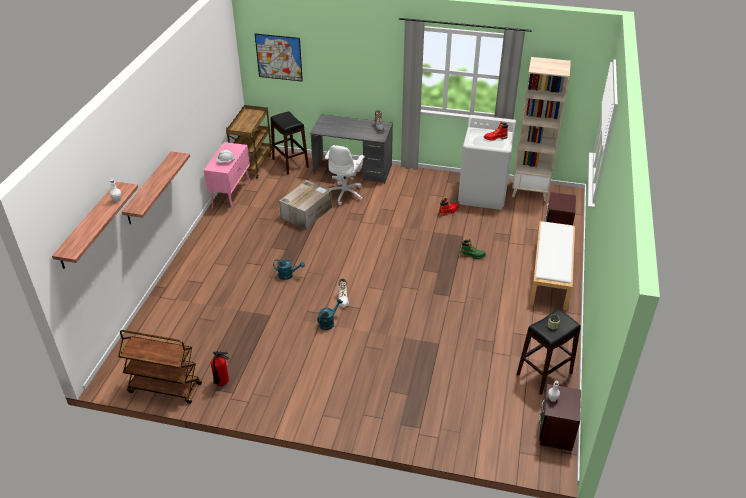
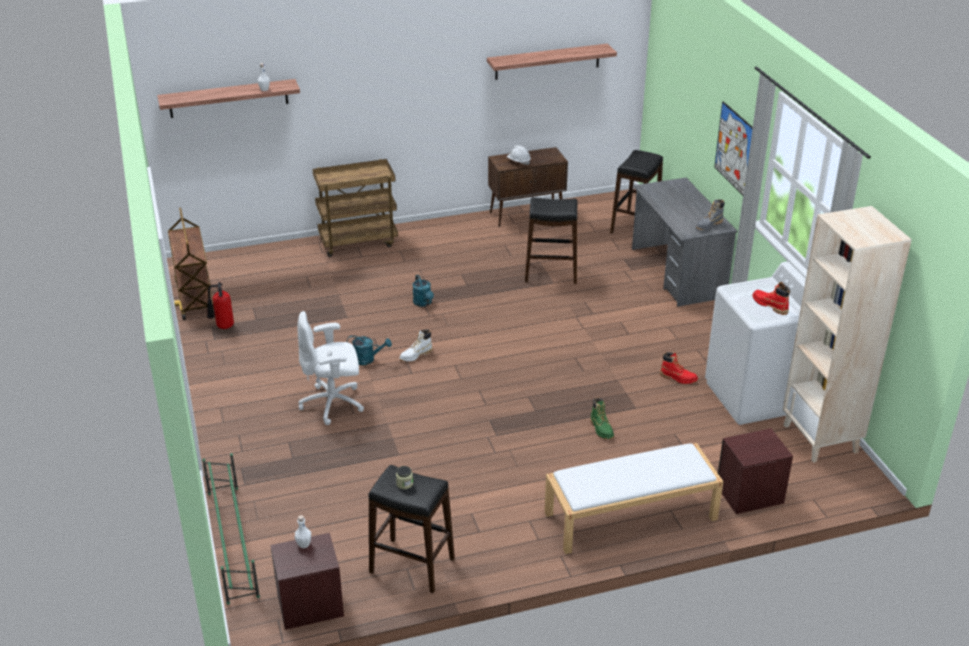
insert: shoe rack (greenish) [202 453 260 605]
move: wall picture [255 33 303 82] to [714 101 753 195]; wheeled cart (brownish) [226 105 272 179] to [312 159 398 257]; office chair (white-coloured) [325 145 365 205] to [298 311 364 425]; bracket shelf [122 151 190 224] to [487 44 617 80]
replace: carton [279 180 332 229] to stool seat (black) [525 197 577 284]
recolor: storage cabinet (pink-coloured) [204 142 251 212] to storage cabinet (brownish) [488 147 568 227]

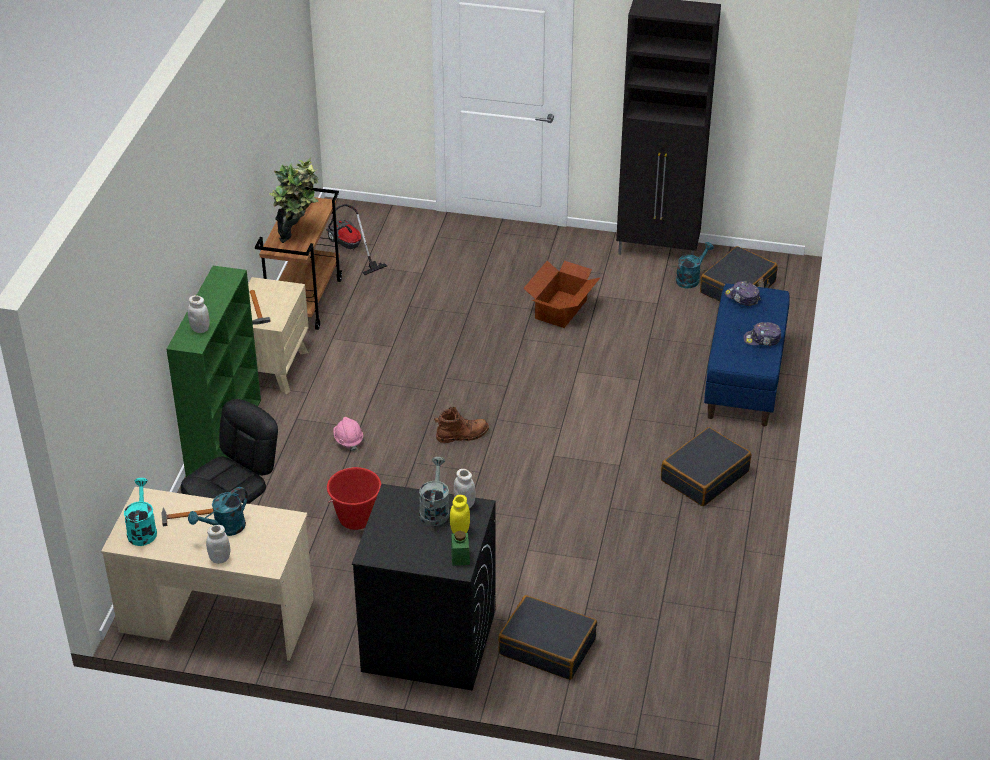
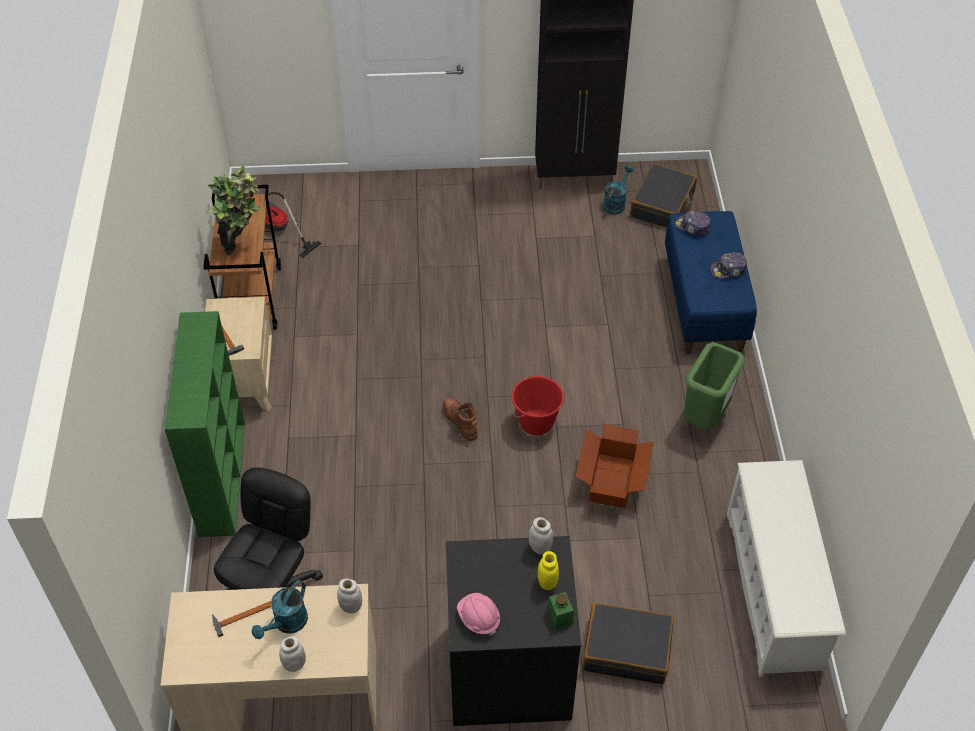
delete: watering can (gray) [419 457 449 526]; watering can (turquoise) [124 478 157 546]
insert: shoe rack (white-coloured) [727 460 846 677]
move: carton [523 261 601 328] to [576 424 654 508]; jar (white-coloured) [188 295 210 333] to [337 579 362 614]; work helmet (pink-coloured) [333 417 363 451] to [457 593 500 636]; pail (red-coloured) [327 467 381 530] to [511 376 564 435]
replace: suitcase (black) [661 427 751 506] to trash can (greenish) [684 342 745 430]
rotate: high-top boot (brownish) [434 407 489 443] = [442 398 478 441] 90 degrees counterclockwise

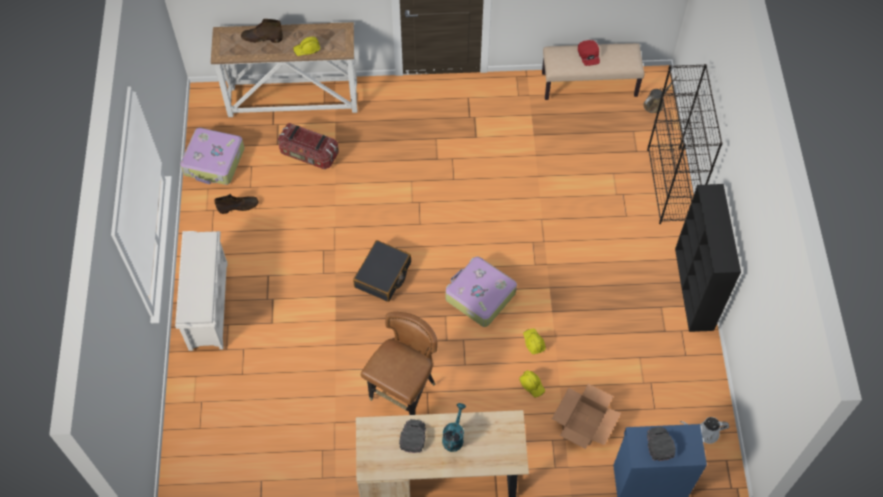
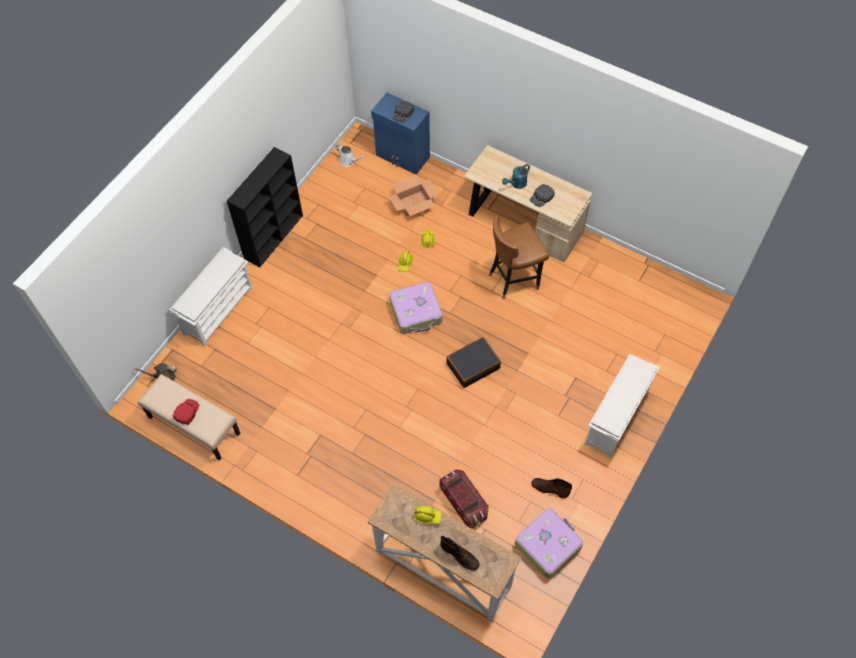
replace: bookcase (black) [647 64 723 224] to shoe rack (white-coloured) [169 247 253 347]

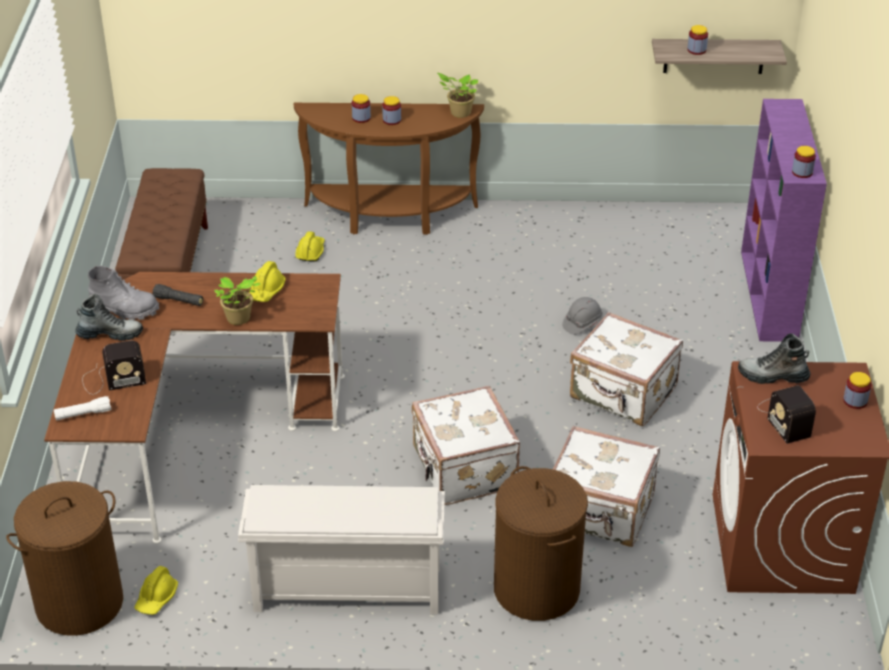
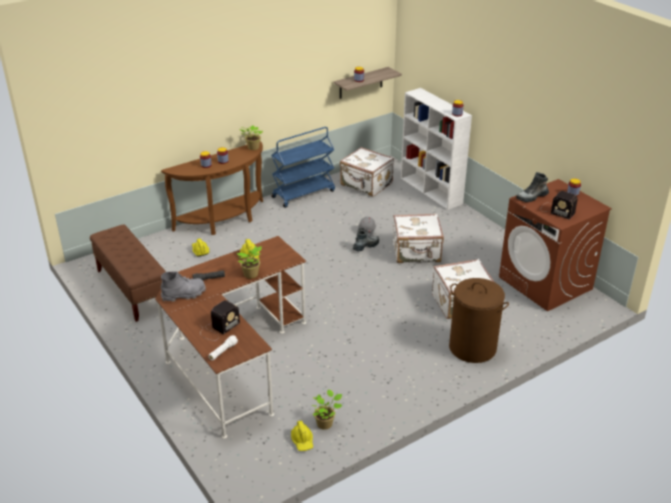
delete: laundry basket (brownish) [6 481 123 636]; shoe rack (white-coloured) [238 485 445 614]
insert: wheeled cart (bluish) [271 127 335 208]; houseplant [312 389 343 430]
move: high-top boot [75 294 143 341] to [353 228 379 252]; suitcase (white-coloured) [412 386 520 505] to [340 147 394 197]
recolor: bookcase (purple-coloured) [741 99 827 342] to bookcase (white-coloured) [401 88 472 210]

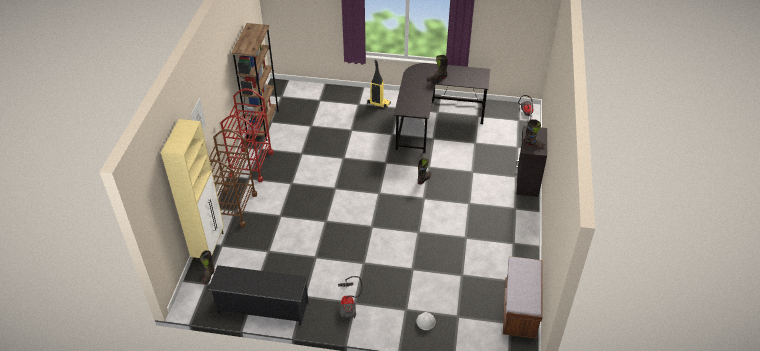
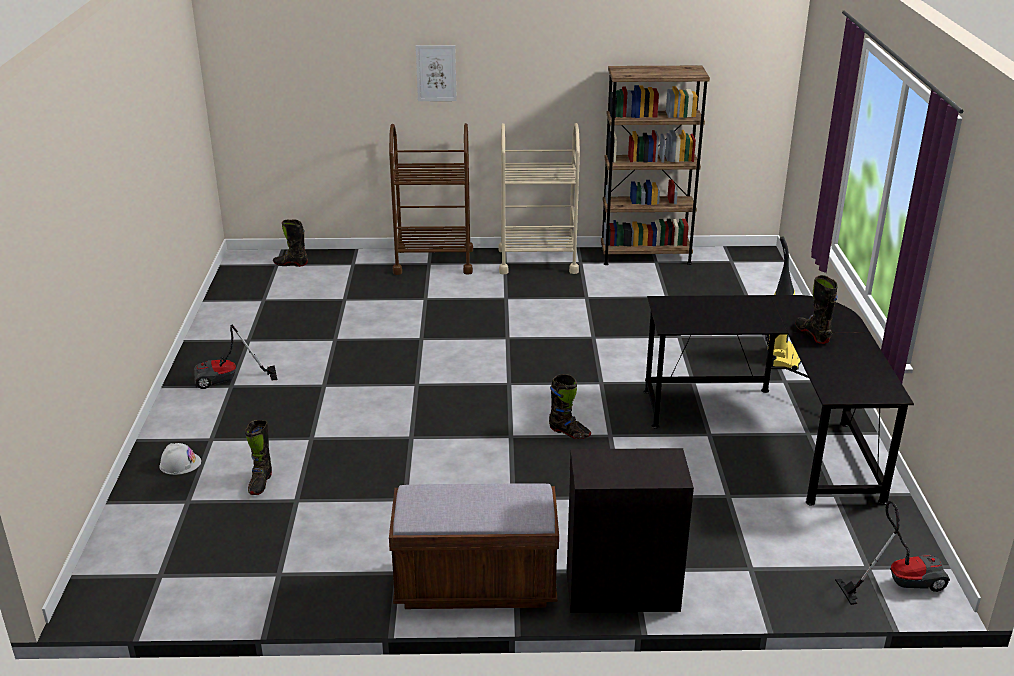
delete: storage cabinet (beige) [161 119 224 263]; shoe rack (black) [208 265 309 325]
move: high-top boot (black) [524 119 545 148] to [245 420 272 495]; indoor bench (brownish) [503 256 543 339] to [389 484 559 609]
recolor: wheeled cart (red-coloured) [221 88 274 182] to wheeled cart (beige) [498 123 580 274]

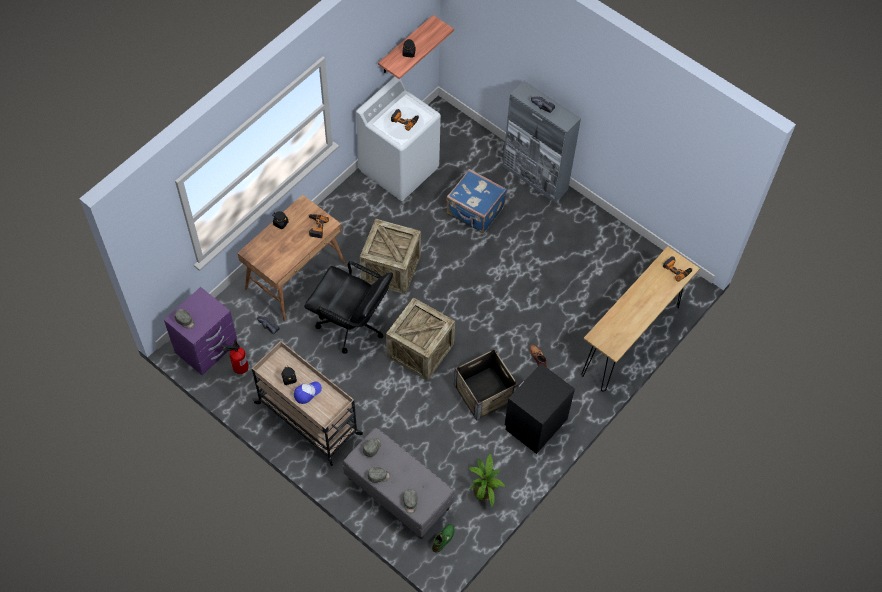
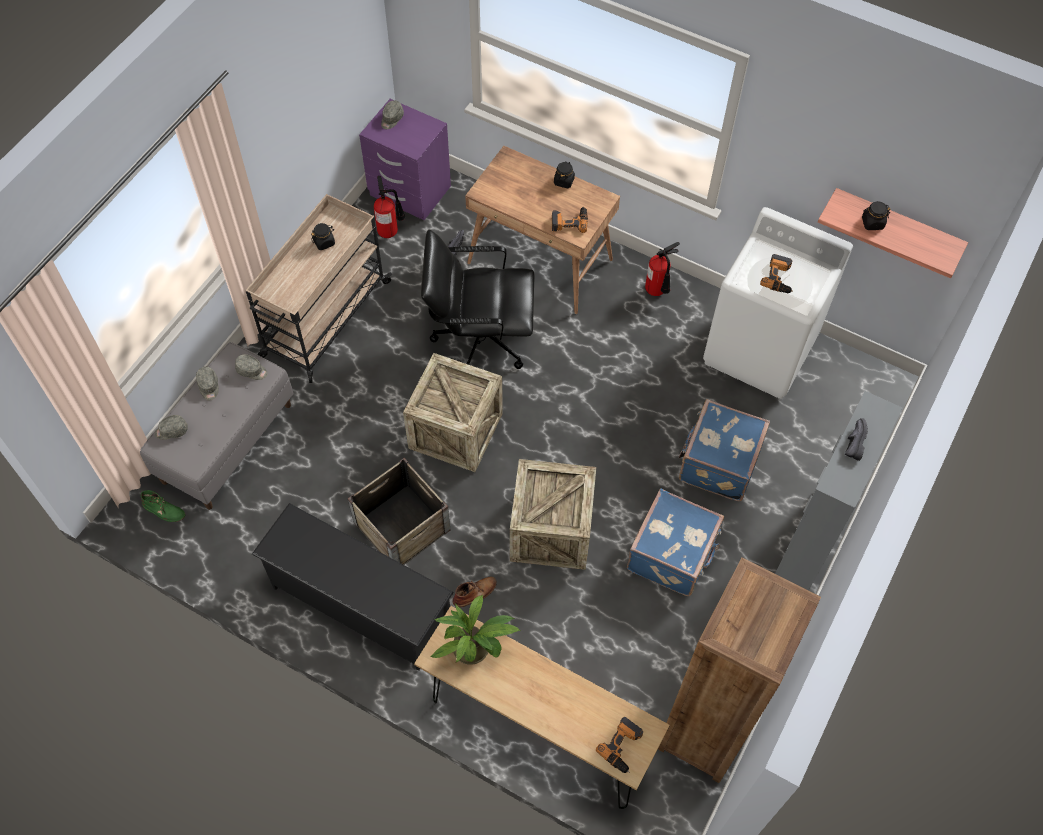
delete: peaked cap [294 381 322 404]
insert: fire-fighting cylinder [645 242 680 296]; suitcase (bluish) [627 488 724 596]; bookcase (brownish) [658 557 821 783]
move: crate [360 218 421 294] to [510 459 597 570]; houseplant [468 454 506 508] to [431 595 521 665]
replace: night table (black) [505 364 575 454] to shoe rack (black) [252 503 454 671]
rotate: office chair (black) [304 261 393 354] = [421 230 535 369] 75 degrees clockwise

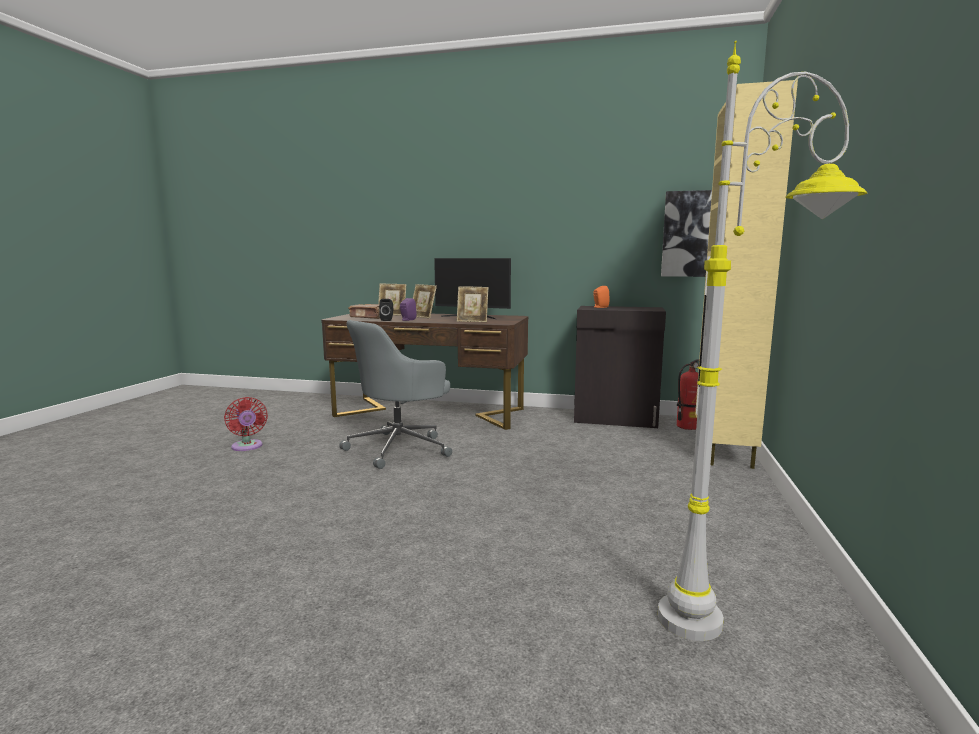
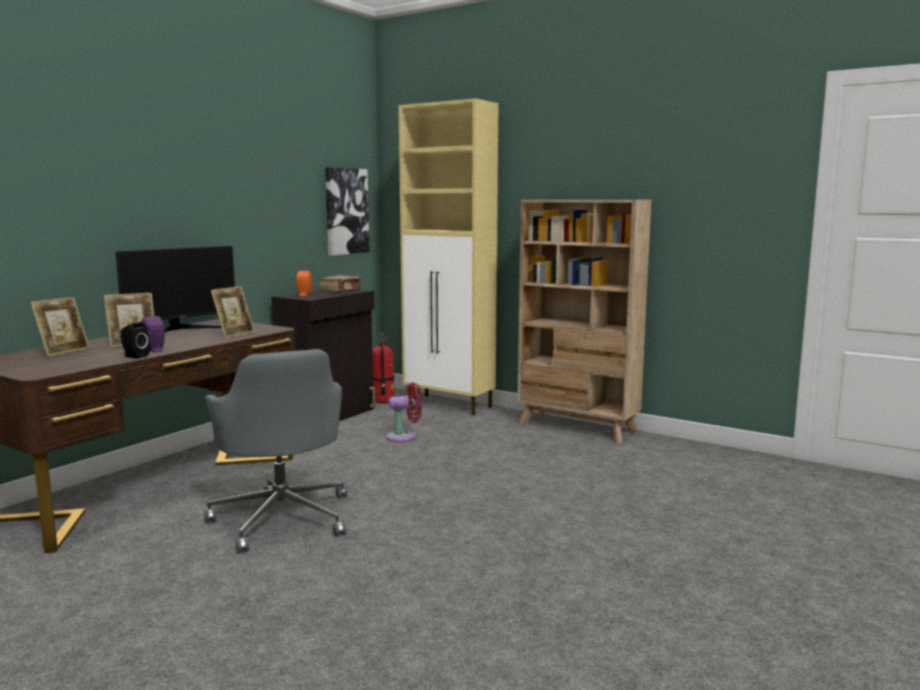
delete: standard lamp (gray) [658 40 868 641]
insert: bookcase (beige) [517 199 651 444]
move: volume (brownish) [348 304 380 319] to [319 275 361 292]; electric fan (red-coloured) [224 397 268 451] to [386 382 422 442]

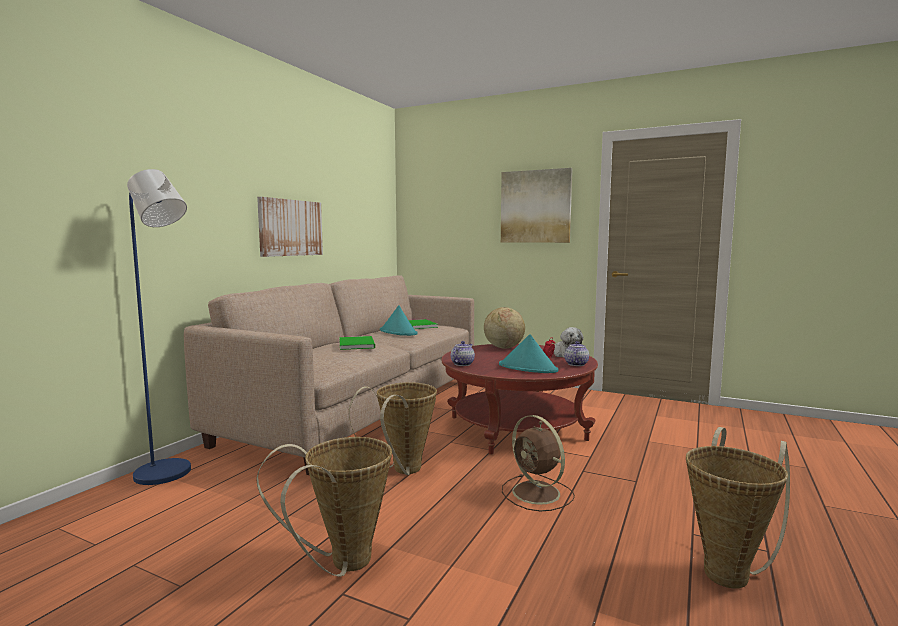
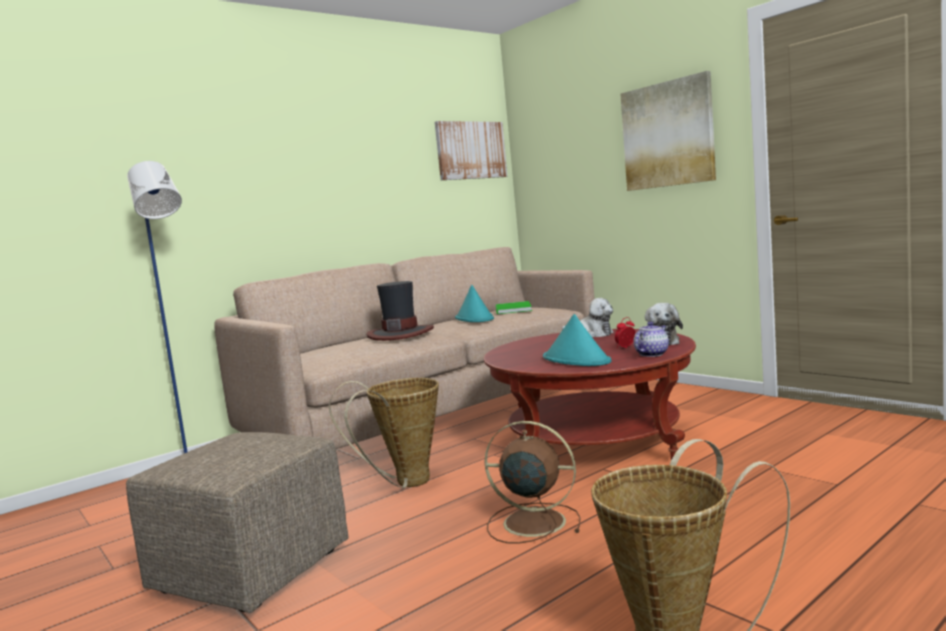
delete: pot for tea [451 341 475 366]
move: wall picture [257 197 323 257] to [435 121 507 180]
replace: globe [484 307 525 349] to soft toy [562 298 613 337]; volume (greenish) [339 336 375 350] to hat [366 281 434 341]; household basket [256 437 392 577] to pouffe (beige) [126 432 349 613]
rotate: electric fan (brownish) [502 415 575 511] = [484 421 580 544] 120 degrees clockwise

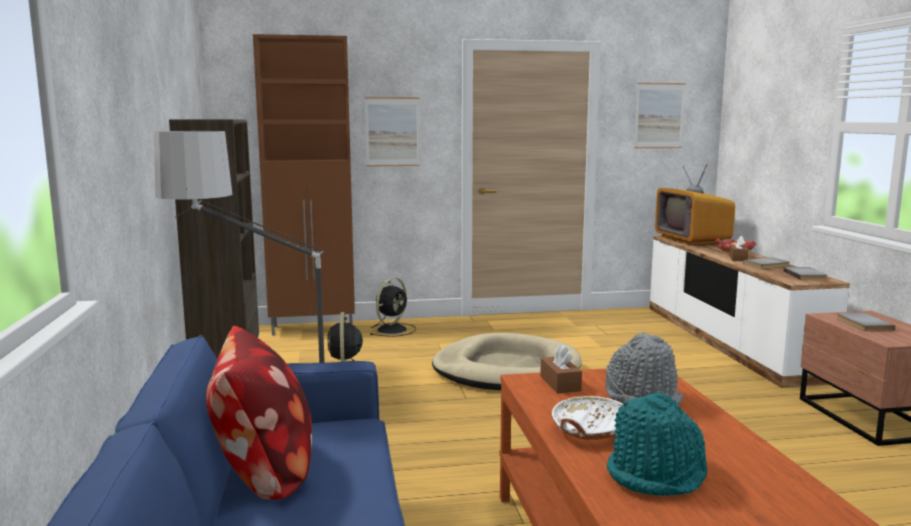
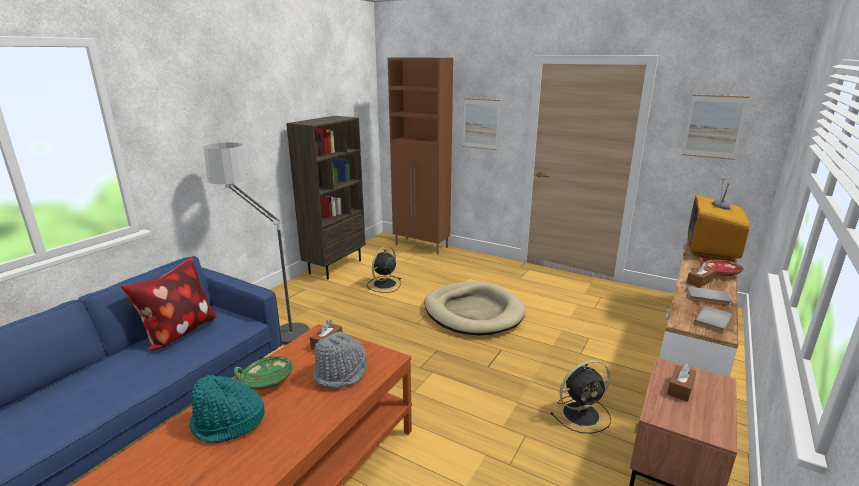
move: electric fan (black) [370 277 416 337] to [550 360 611 433]
replace: volume (gray) [837 313 895 332] to tissue box (brownish) [667 363 696 402]
recolor: serving bowl (white-coloured) [552 396 623 440] to serving bowl (greenish) [234 356 293 390]

